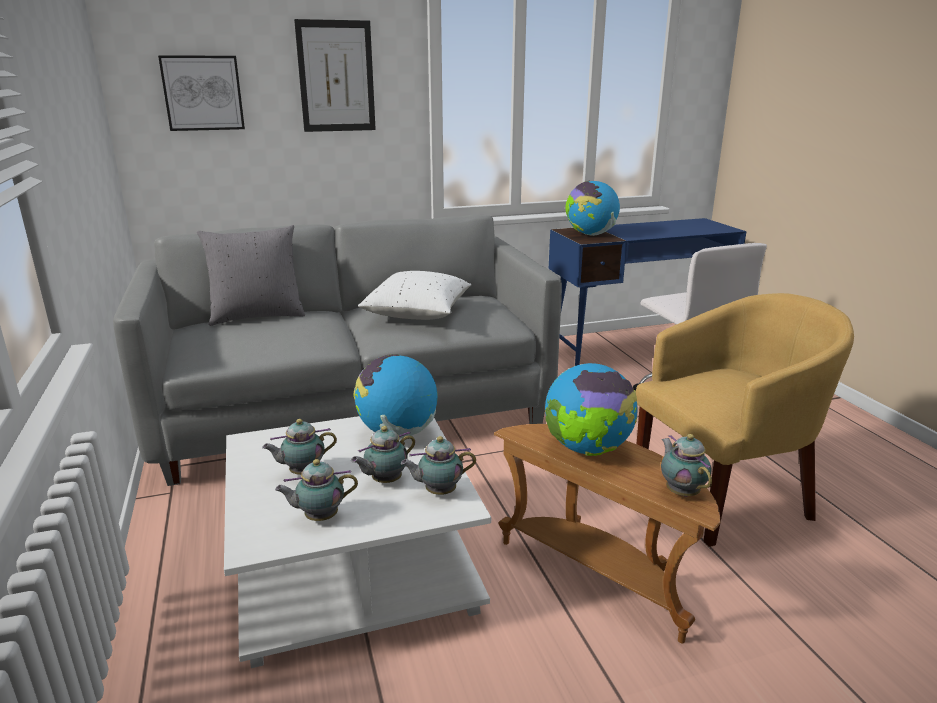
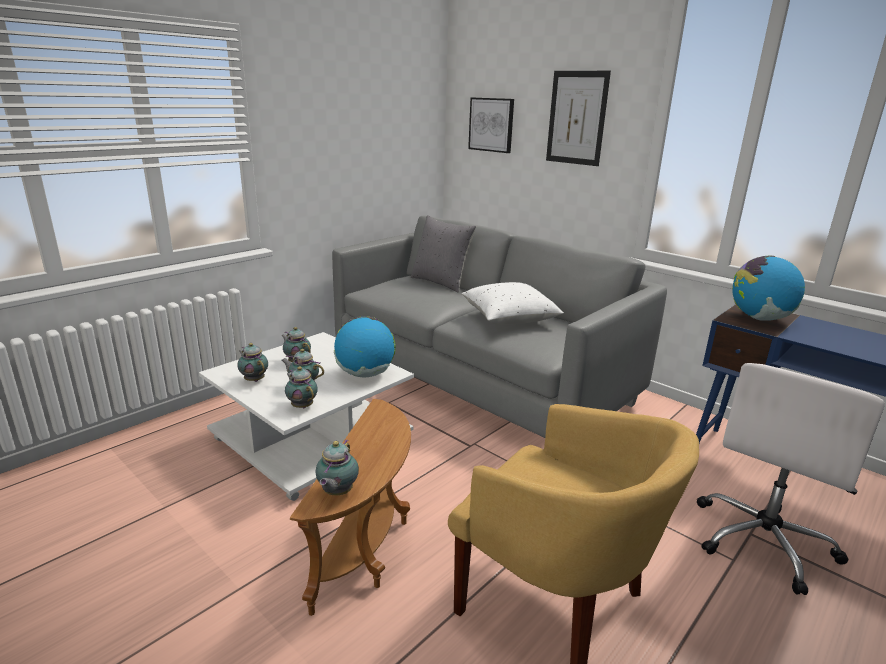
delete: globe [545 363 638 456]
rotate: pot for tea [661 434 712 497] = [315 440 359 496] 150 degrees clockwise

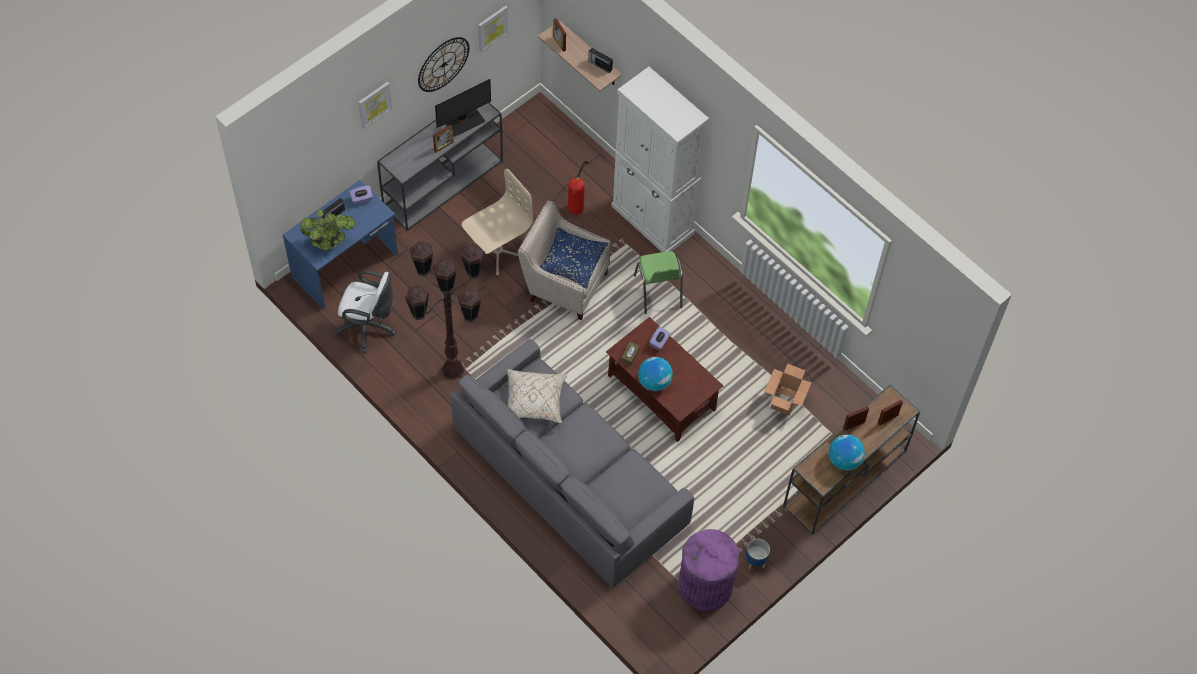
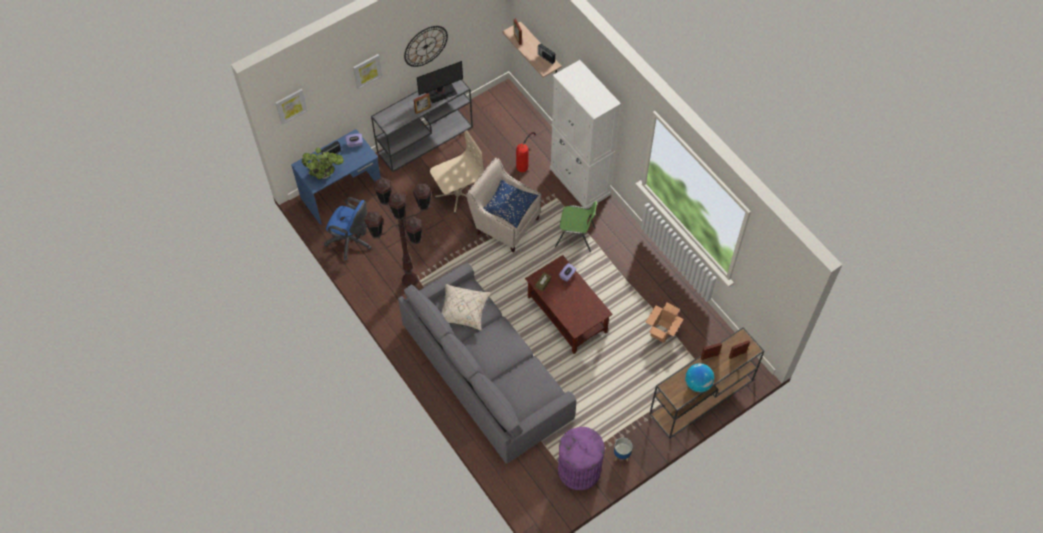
delete: globe [638 357 673 391]
move: wall picture [478 6 508 53] to [275 89 308 125]
recolor: office chair (white-coloured) [333 270 396 353] to office chair (bluish) [324 197 372 261]
rotate: upright chair (greenish) [634 251 683 314] = [555 201 597 252] 75 degrees counterclockwise

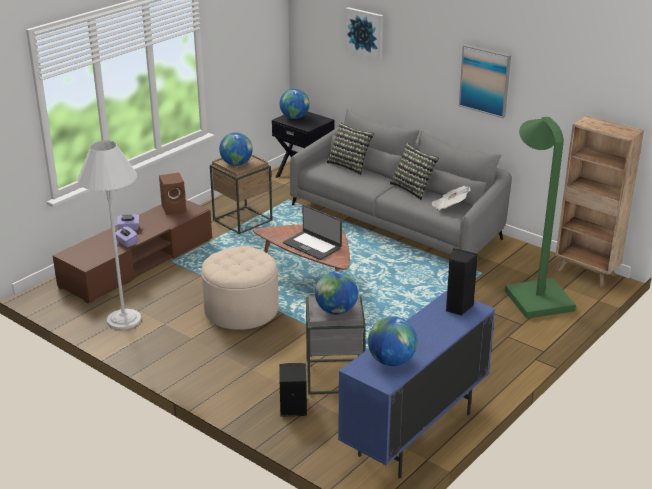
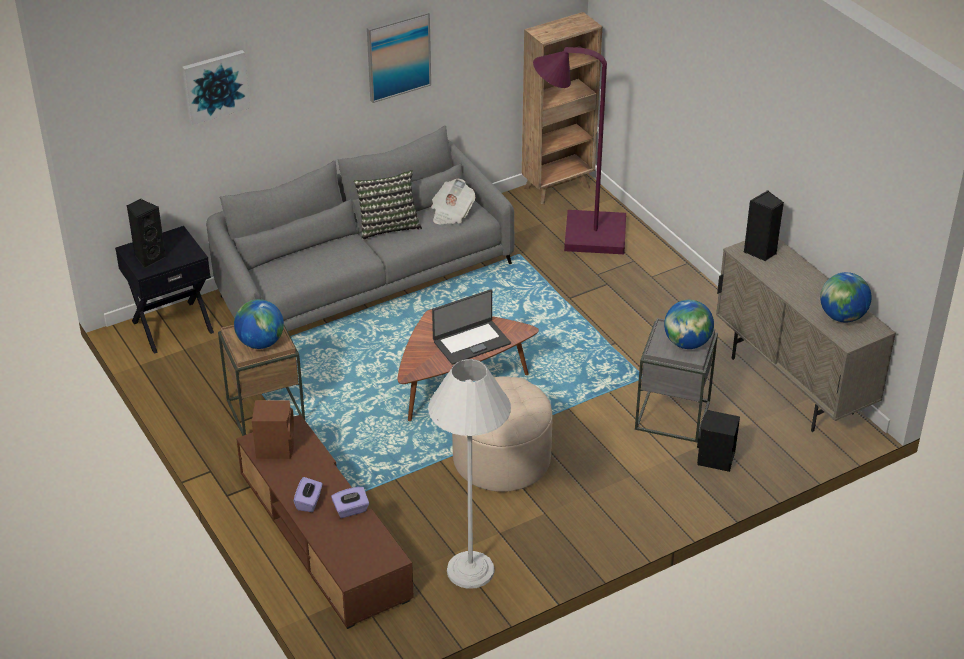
delete: pillow [326 122 374 175]
replace: globe [280 89 310 119] to speaker (black) [126 199 166 268]
recolor: standard lamp (greenish) [505 117 576 319] to standard lamp (purple-coloured) [533 47 626 254]; storage cabinet (bluish) [338 291 495 479] to storage cabinet (beige) [716 239 896 432]

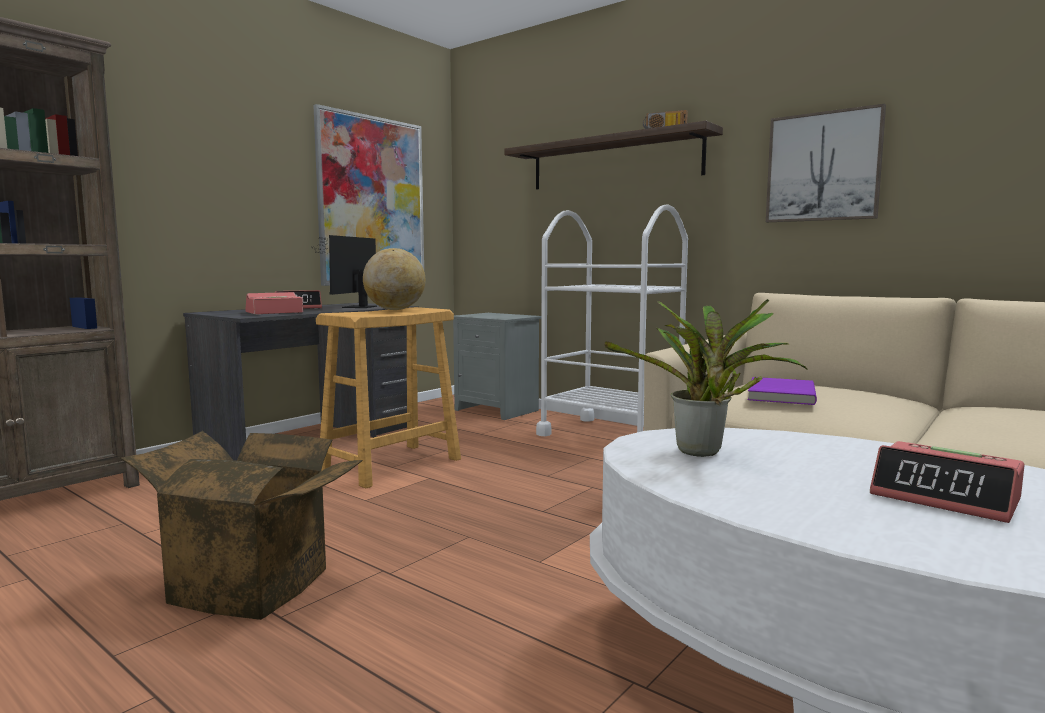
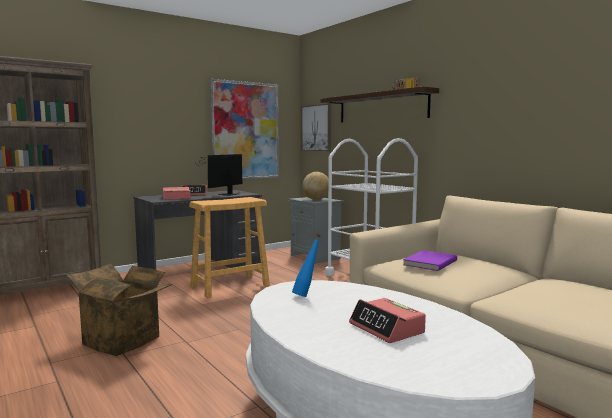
move: wall picture [766 104 886 222] to [301 103 331 151]; globe [363 248 426 310] to [303 172 328 200]
replace: houseplant [604 299 807 457] to beverage bottle (bluish) [292 234 321 297]

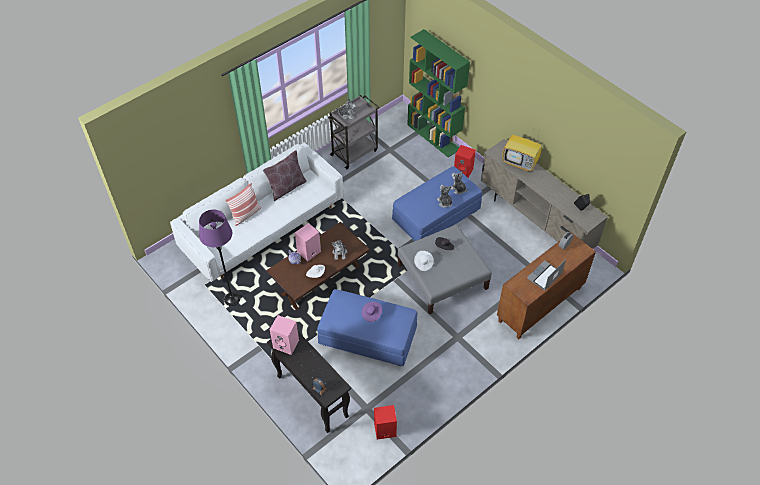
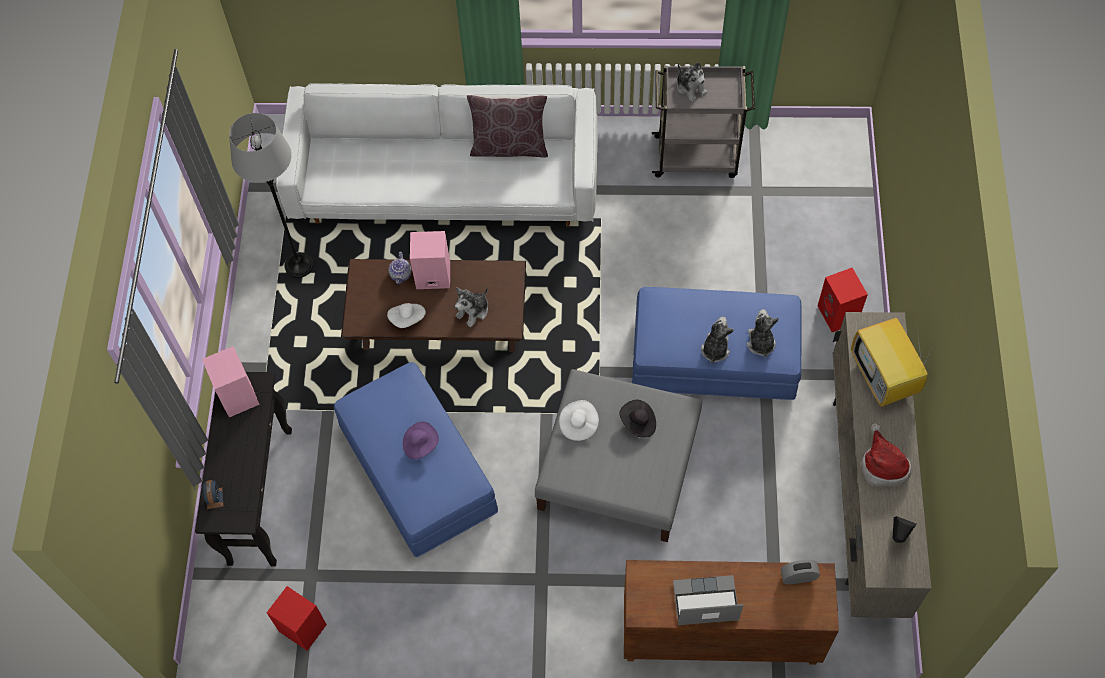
delete: bookcase (greenish) [407 29 470 157]; pillow [225 183 262 226]
insert: hat [861 423 912 486]
recolor: standard lamp (purple-coloured) [199 209 240 306] to standard lamp (gray) [229 113 313 278]

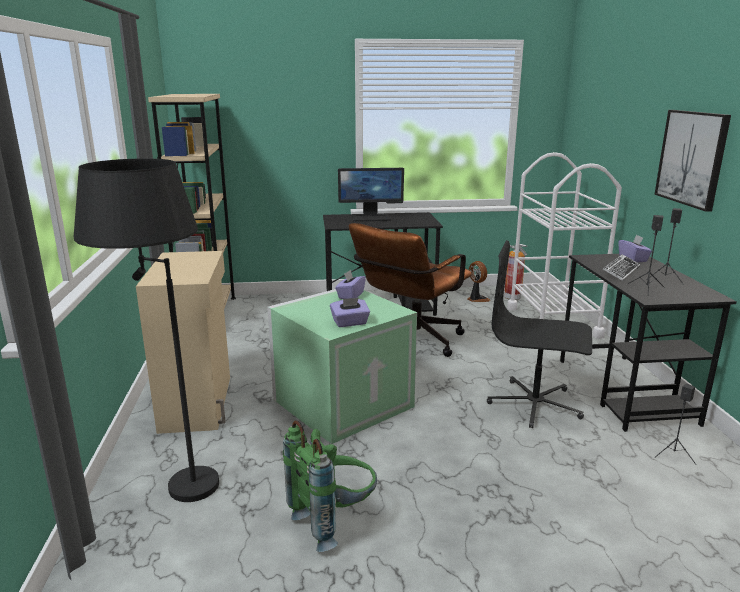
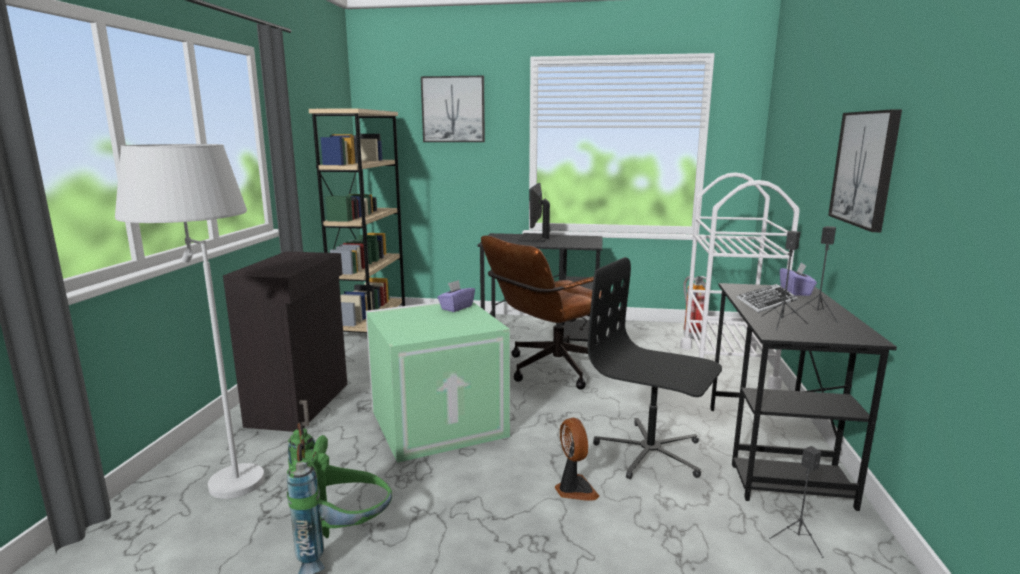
delete: tissue box (purple-coloured) [330 298 370 327]
insert: wall picture [421 76 485 142]
move: electric fan [467 261 490 302] to [555 418 600 501]
recolor: standard lamp (black) [74 158 219 502] to standard lamp (white-coloured) [115 144 265 499]; storage cabinet (beige) [136 251 230 434] to storage cabinet (black) [223 251 347 432]
rotate: computer screen [338 168 404 222] = [519 183 551 242] 90 degrees clockwise

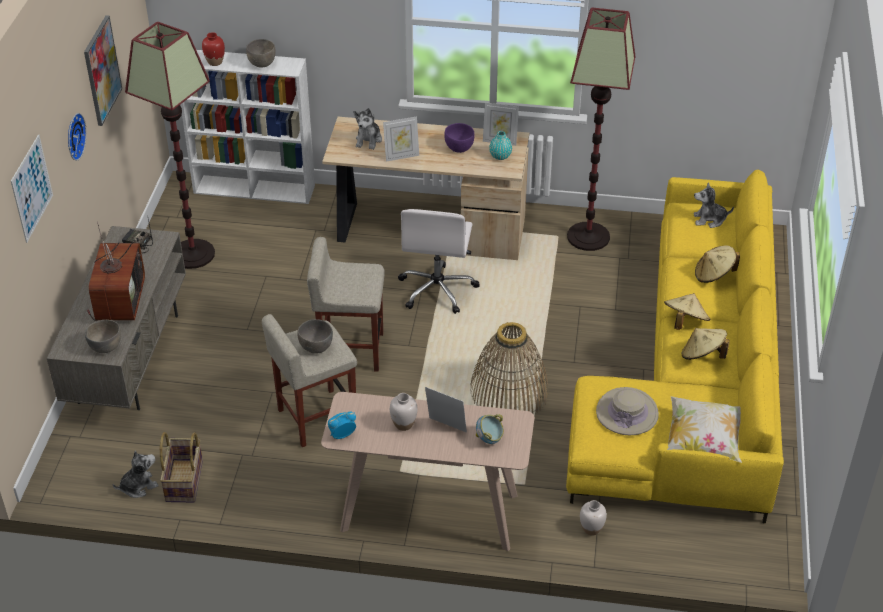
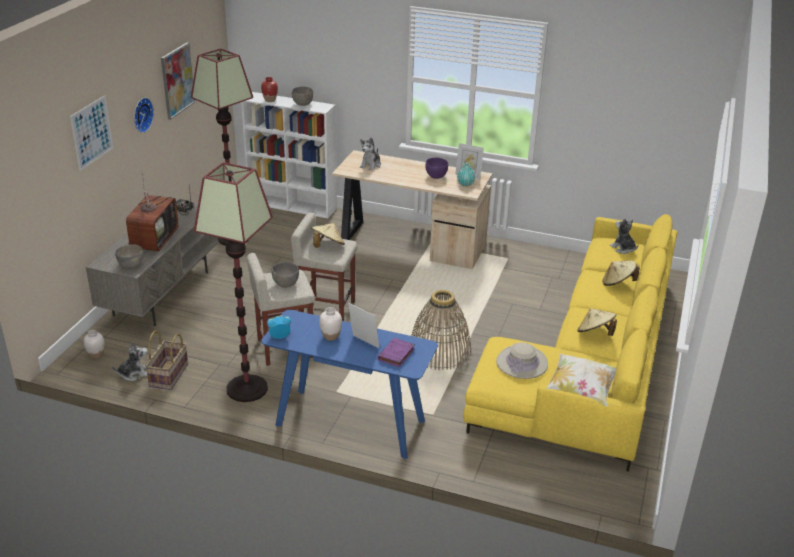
delete: standing frame [383 116 419 162]; office chair (white-coloured) [398 209 480 314]
move: standard lamp [567 8 636 251] to [194 162 273 402]; hat (beige) [664 293 710 330] to [311 223 345 248]; decorative vase (white-coloured) [580 500 607 536] to [84 330 105 359]
replace: serving bowl [476 414 504 444] to volume (purple-coloured) [377 338 415 367]
recolor: console table (beige) [321 392 534 551] to console table (bluish) [261 310 438 459]
rotate: soft toy [694 183 734 228] = [610 218 638 254] 45 degrees clockwise

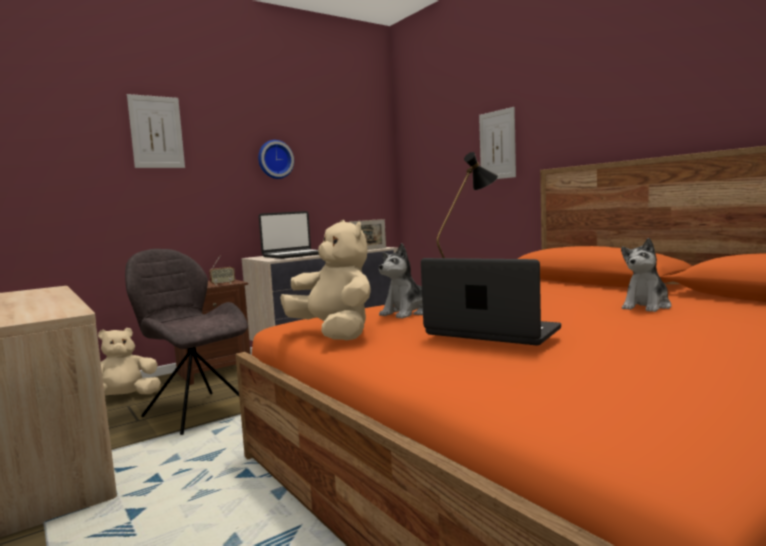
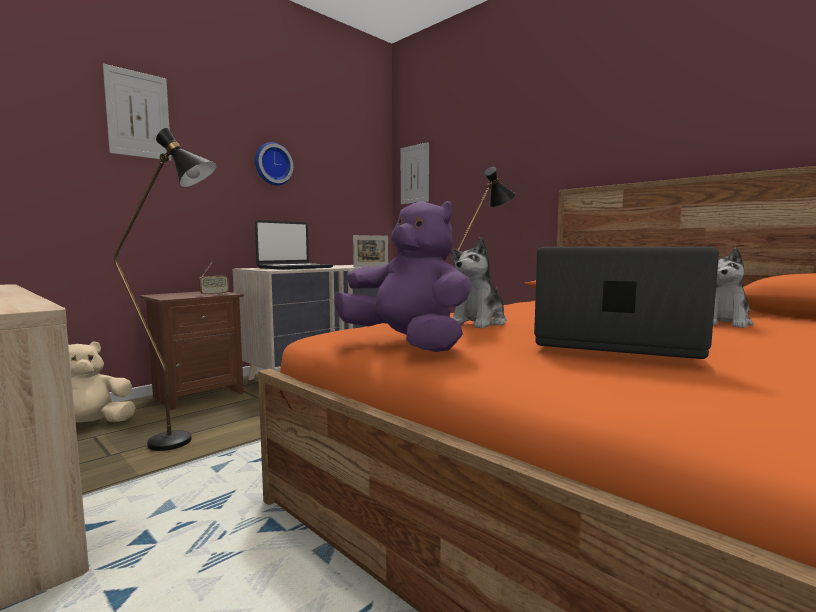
move: wall picture [479 107 516 179] to [401 142 429 204]
replace: upright chair (gray) [125 249 248 435] to standard lamp (black) [114 128 217 451]
recolor: soft toy (beige) [280 220 371 340] to soft toy (purple-coloured) [334 201 471 352]

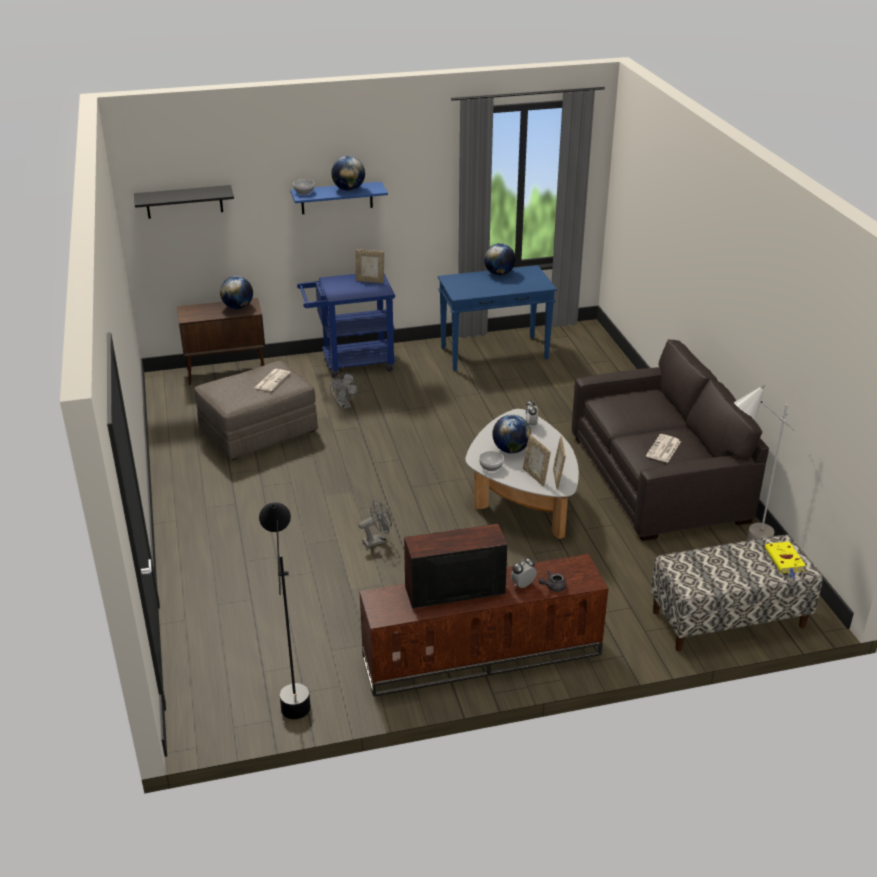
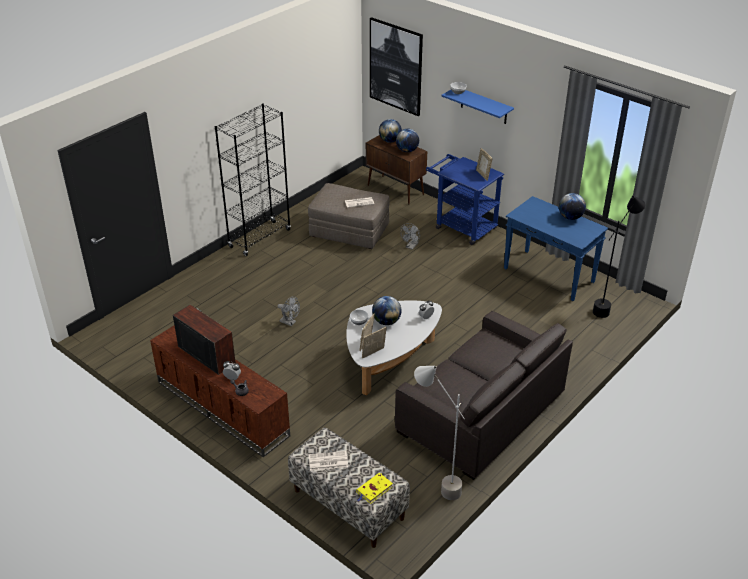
insert: bookcase (black) [215 103 291 256]
move: globe [331 156 365 191] to [379 119 402 143]; printed paper [646 434 681 463] to [309 451 348 471]; standard lamp (black) [259 502 311 719] to [593 195 645 318]
replace: bracket shelf (black) [134 185 234 219] to wall picture [370 17 423 116]

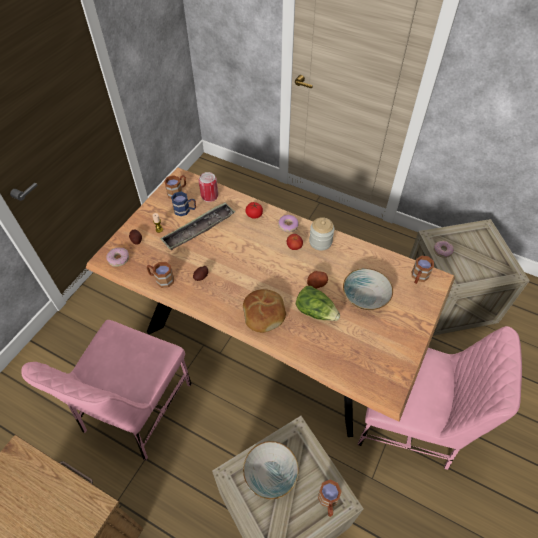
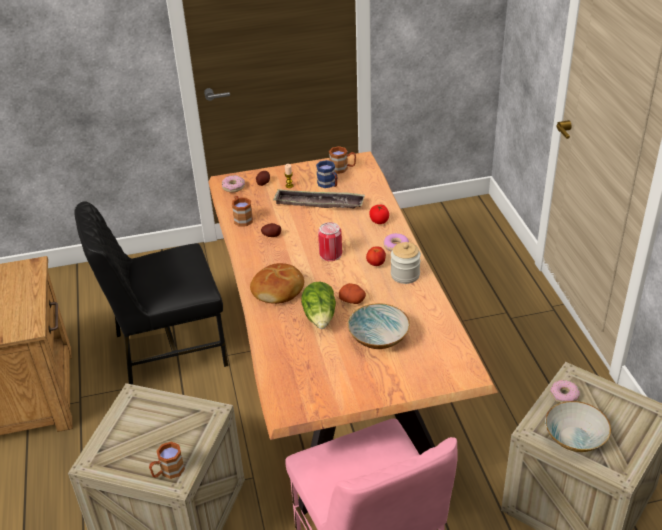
delete: coffee mug (brownish) [412 256 434 284]
move: metal can [199 172 218 202] to [318 222 342 261]; serving bowl [243 441 299 499] to [545 401 611 452]
recolor: upright chair (pink-coloured) [21 320 192 460] to upright chair (black) [74 202 228 385]

